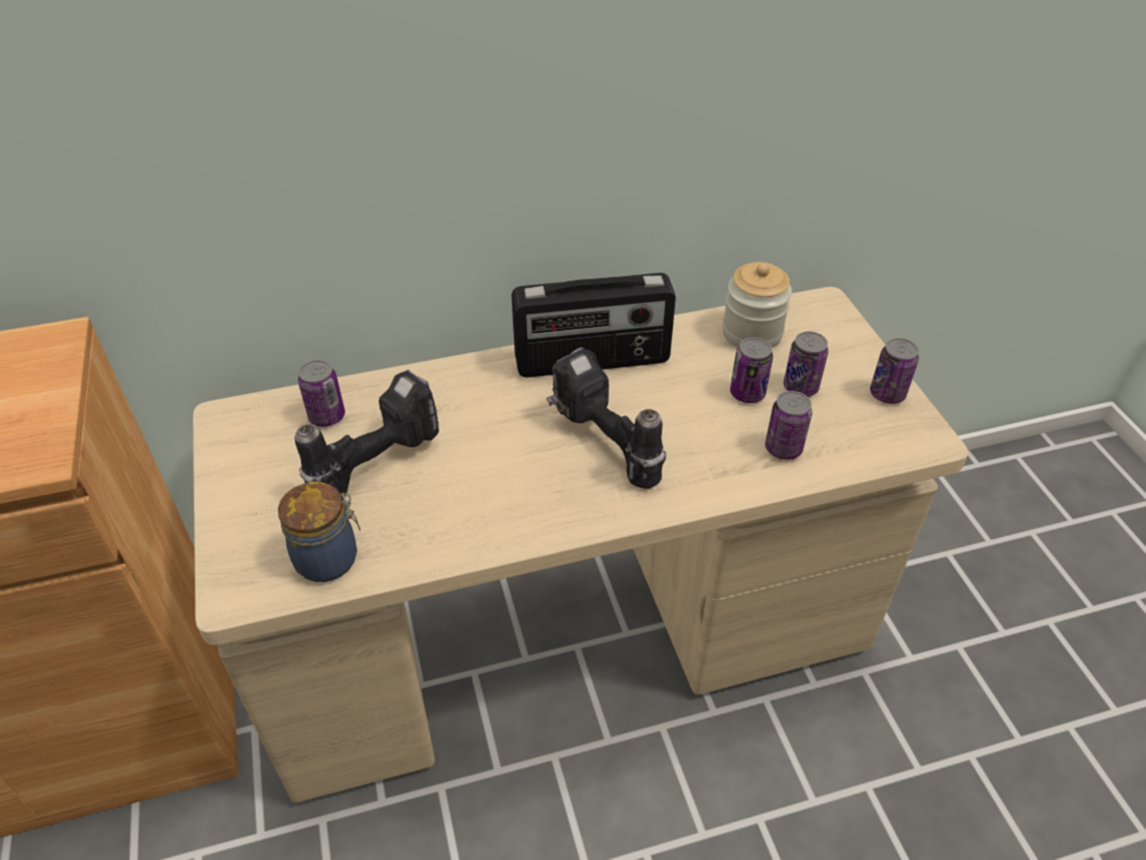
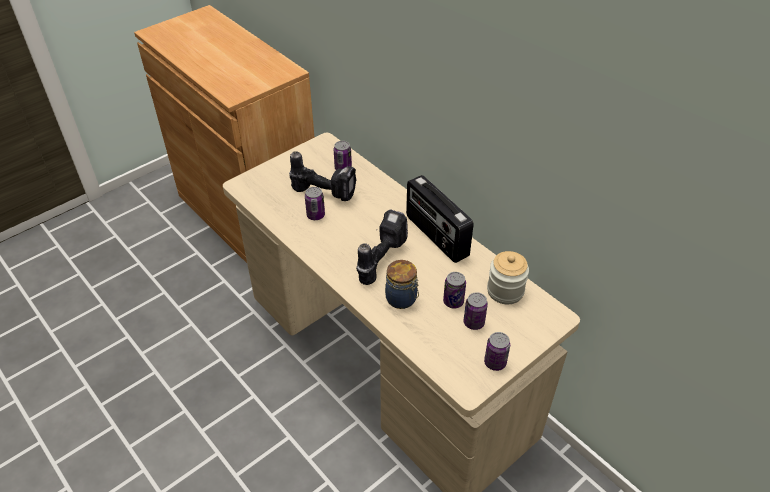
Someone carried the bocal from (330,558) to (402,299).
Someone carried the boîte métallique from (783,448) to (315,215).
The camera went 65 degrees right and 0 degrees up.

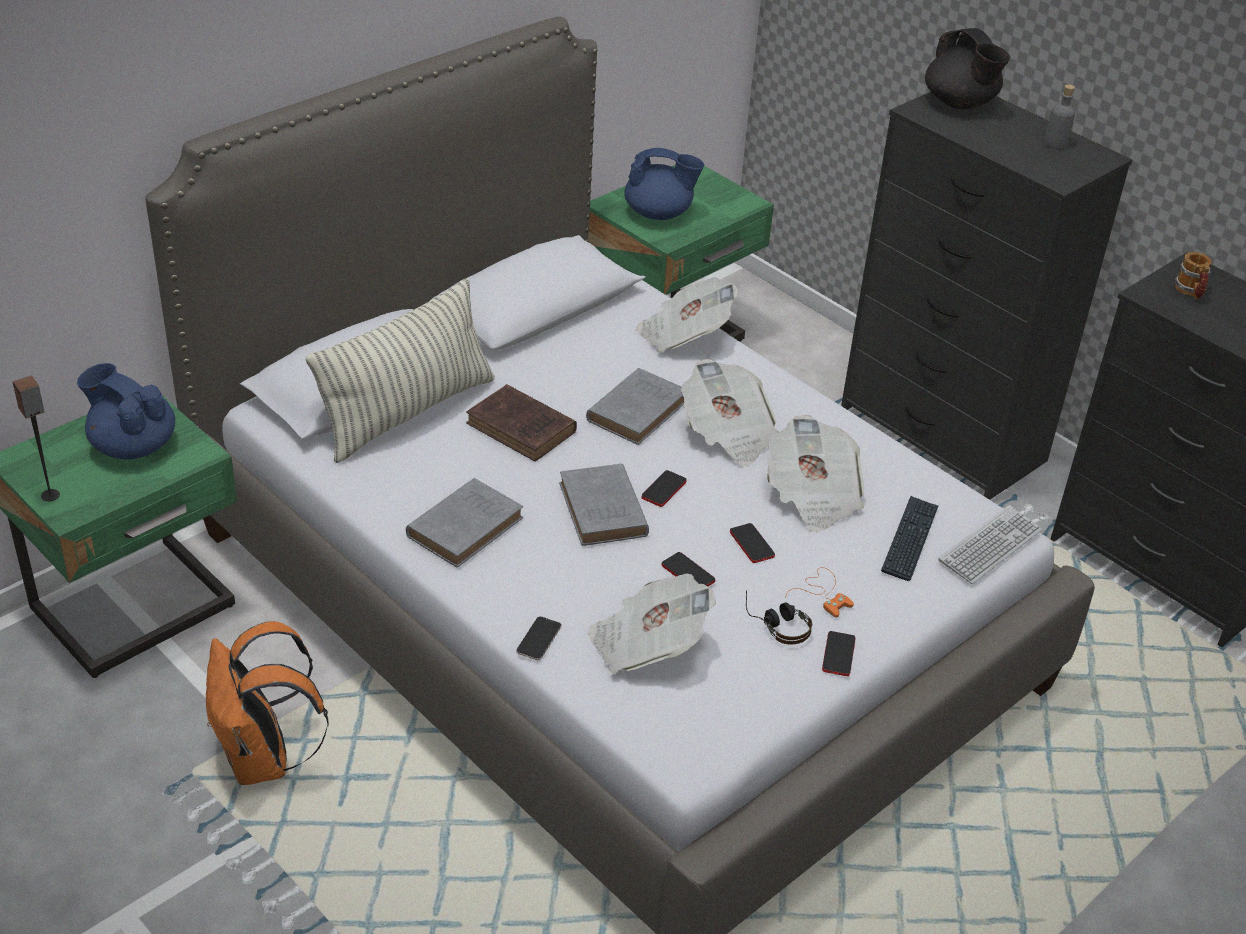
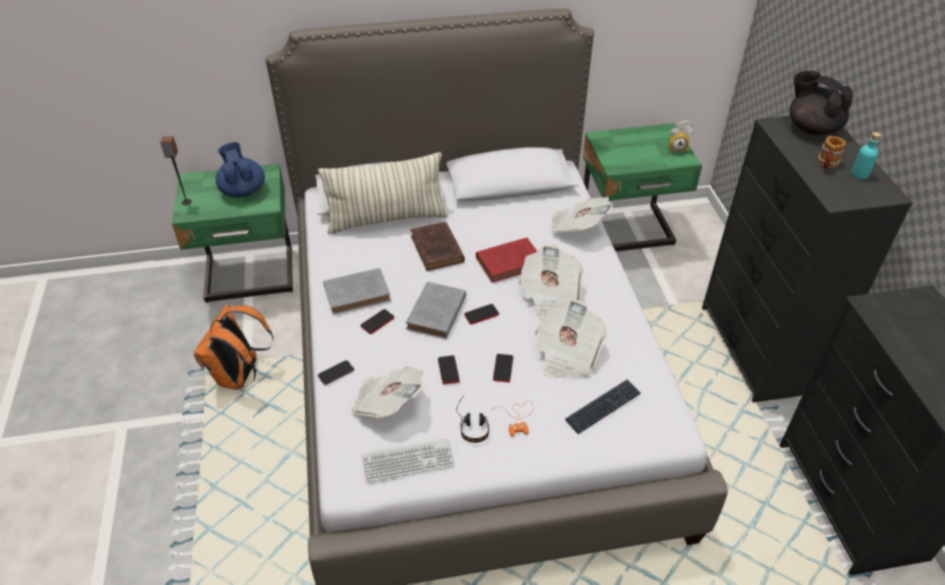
Someone repainted the livre/gris at (638,410), which became the livre/rouge at (511,262).
Someone took away the théière/bleu at (659,213).
Someone carried the téléphone from (838,654) to (377,322).
Someone rotated the théière/noir at (960,103) by 135 degrees clockwise.
Someone carried the clavier from (990,546) to (408,461).
Someone repainted the bouteille/gris at (1055,143), which became the bouteille/turquoise at (859,174).
Someone carried the mug from (1191,292) to (826,164).
Someone put down the réveil at (677,148).
The camera went 35 degrees right and 5 degrees up.

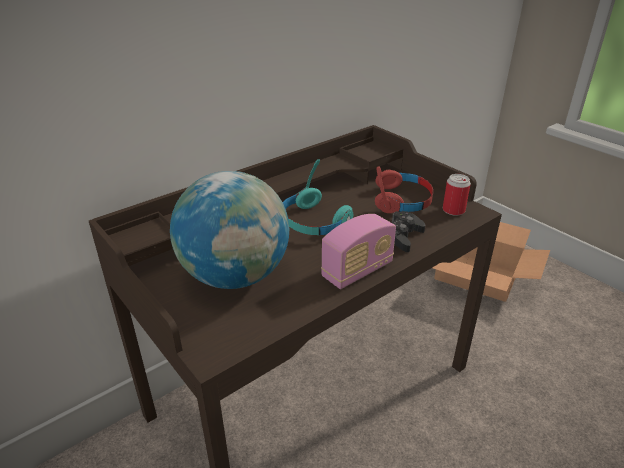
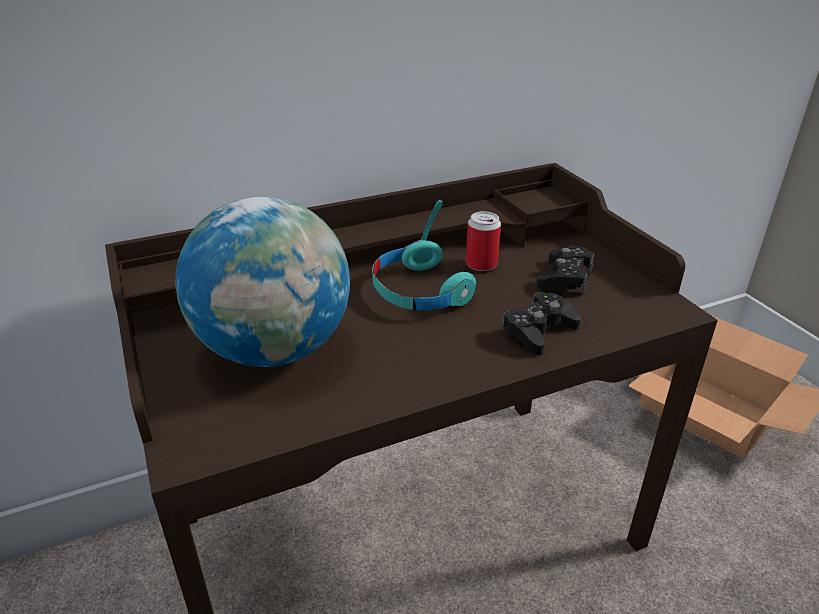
Someone took away the radio at (357,271).
Someone swapped the casque audio/rouge at (402,200) for the manette/noir at (564,278).
Someone carried the boîte métallique from (453,210) to (481,264).
The camera went 15 degrees right and 0 degrees up.

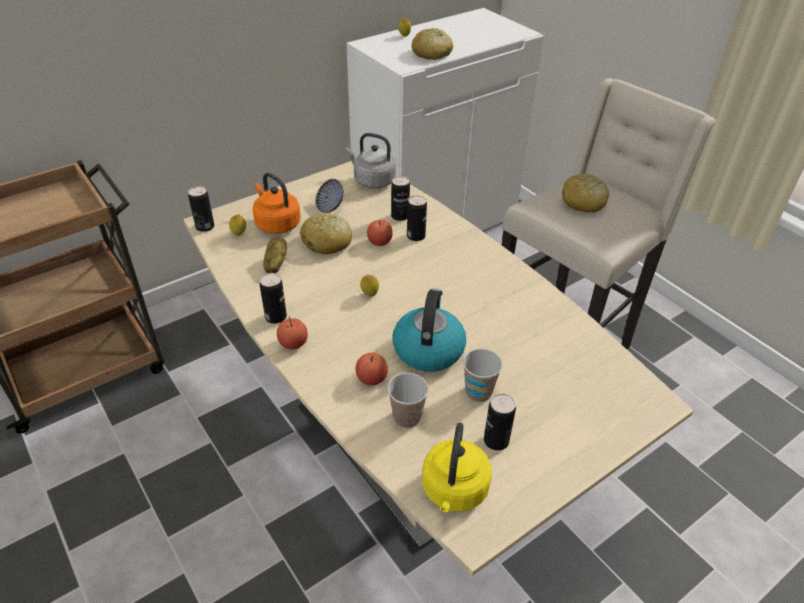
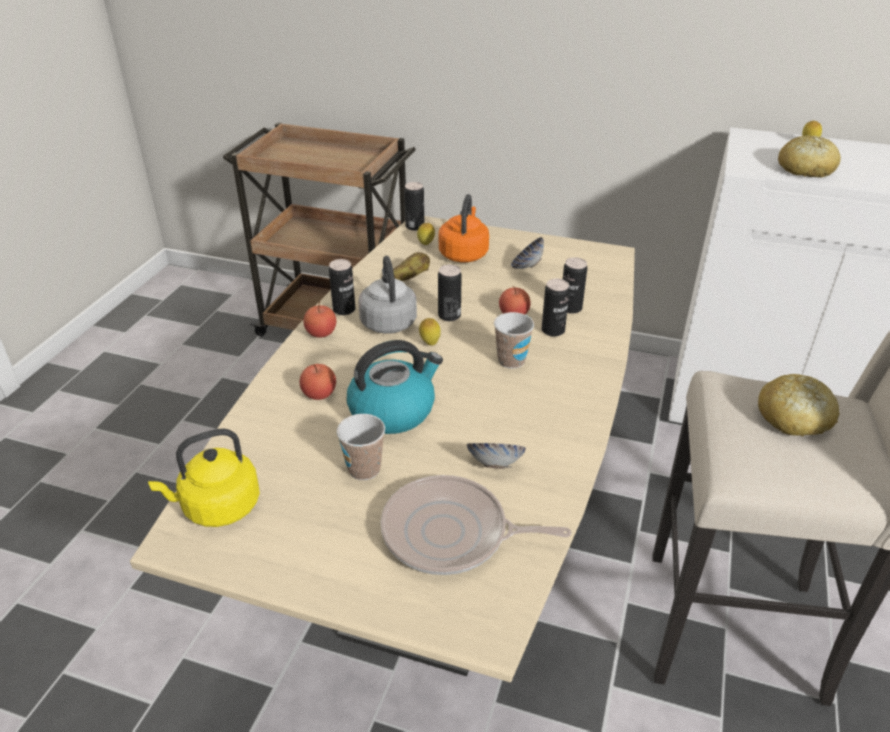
Someone took away the pain at (327,242).
Someone carried the bouilloire/gris from (372,181) to (388,321).
Someone carried the tasse from (407,417) to (511,360).
Someone carried the boîte métallique from (496,440) to (449,315).
Someone put down the poêle at (451,534).
Someone put down the bol at (495,464).
The camera went 55 degrees right and 5 degrees down.

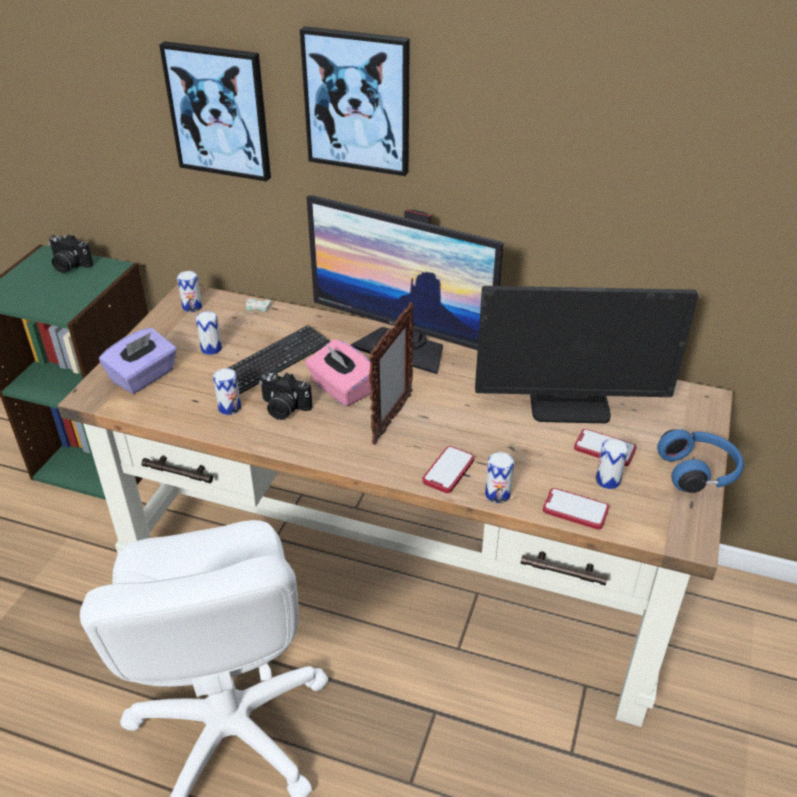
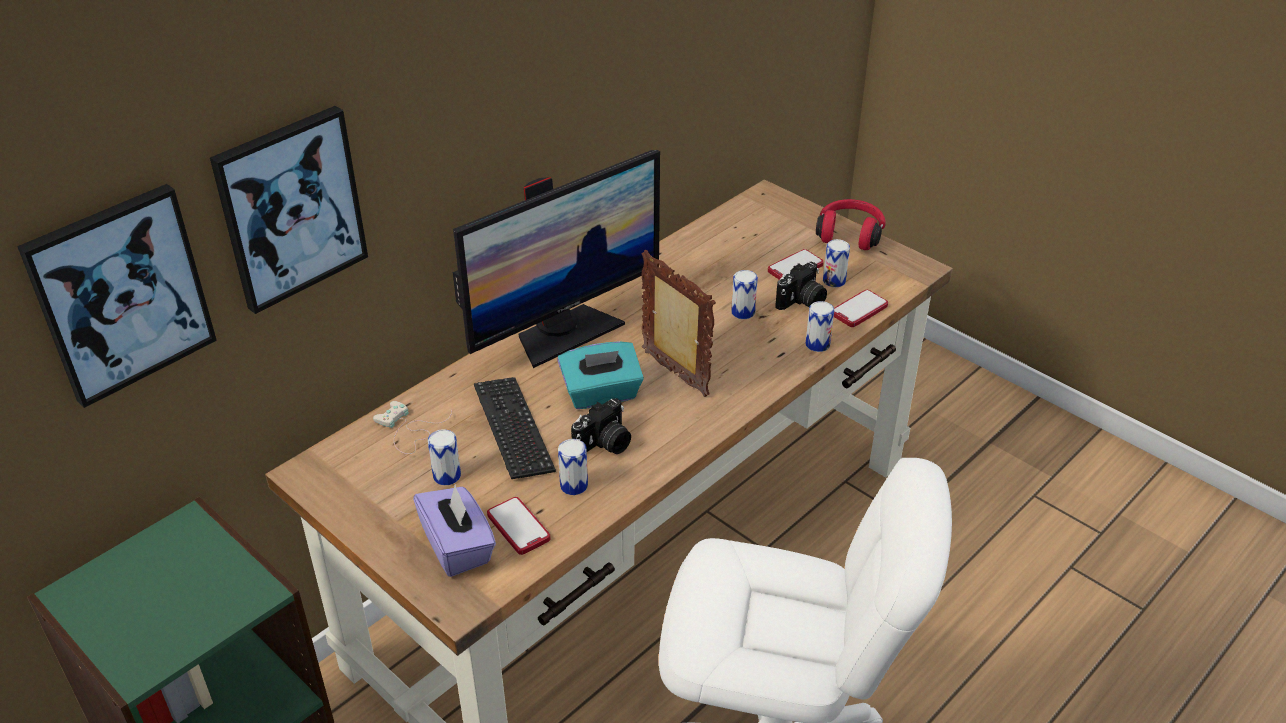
Someone carried the appareil photo from (69,266) to (802,302).
Someone carried the boîte métallique from (192,307) to (743,312).
Someone carried the tableau from (358,101) to (121,293).
Someone repainted the boîte à mouchoirs/rose at (341,389), which became the boîte à mouchoirs/turquoise at (601,394).
Someone carried the téléphone from (448,471) to (518,527).
Someone took away the écran d'ordinateur at (569,406).
Someone repainted the casque audio/bleu at (699,472), which became the casque audio/rouge at (850,234).
The camera went 65 degrees left and 0 degrees up.

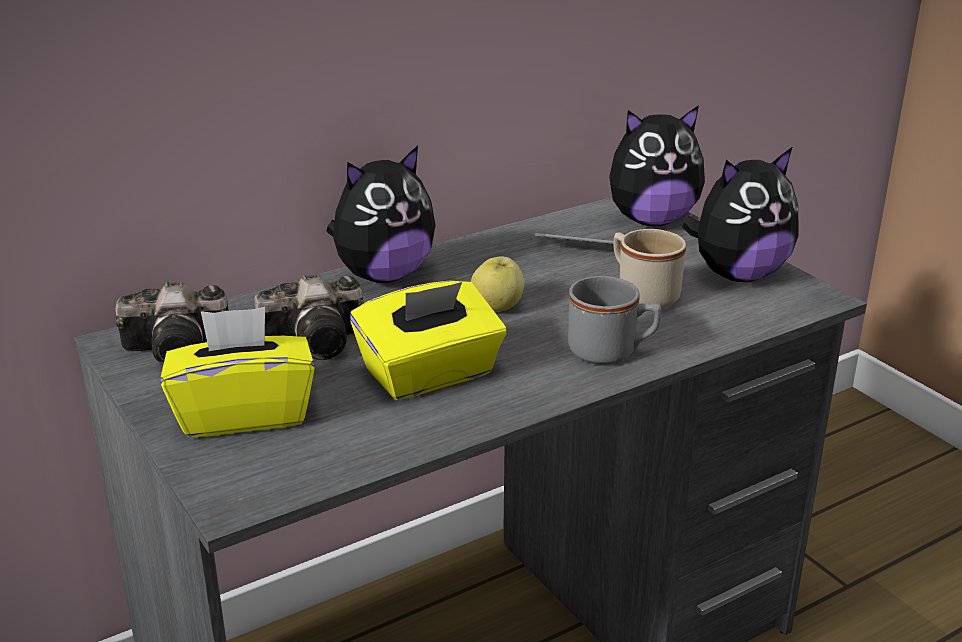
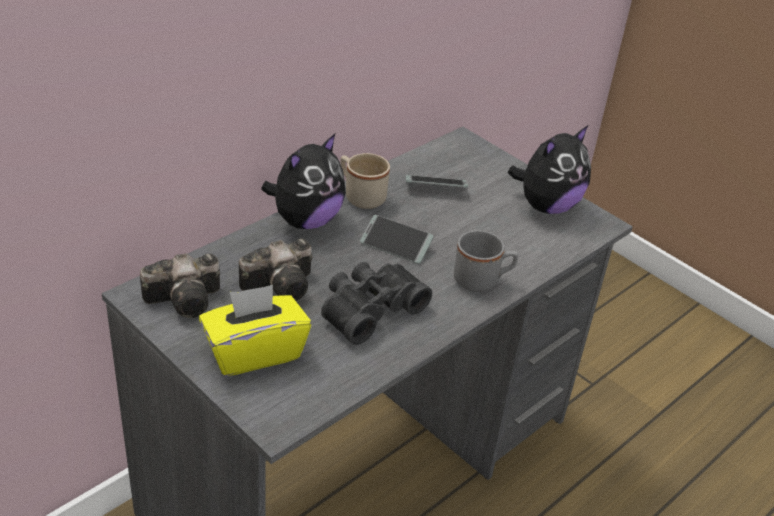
Someone swapped the boîte à mouchoirs/jaune at (430,375) for the jumelles/noir at (369,309).
Someone swapped the pomme at (498,307) for the téléphone at (395,245).
Someone took away the peluche at (651,220).
Someone carried the mug/beige from (642,294) to (360,196).
The camera went 15 degrees left and 10 degrees up.

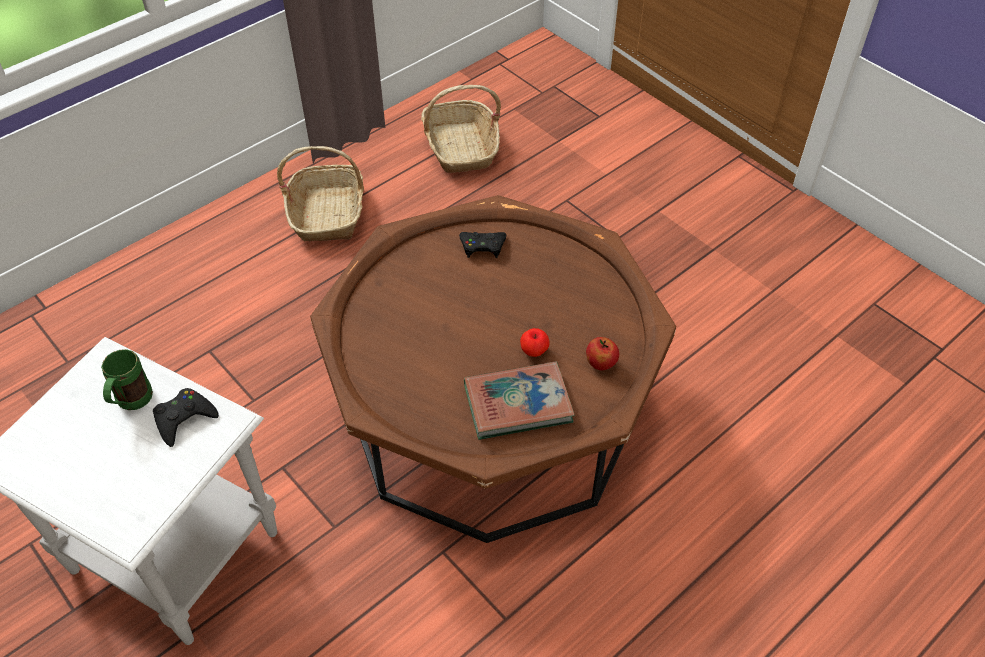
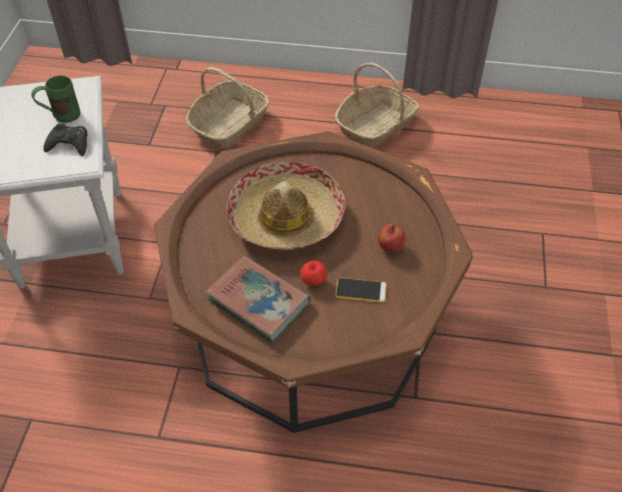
Someone carried the panier from (461,147) to (229,124).
Someone took away the manette/noir at (482,246).
Someone carried the pomme from (601,364) to (390,247).
Someone put down the chapeau at (286,217).
Someone put down the téléphone at (361,290).
The camera went 50 degrees right and 0 degrees up.

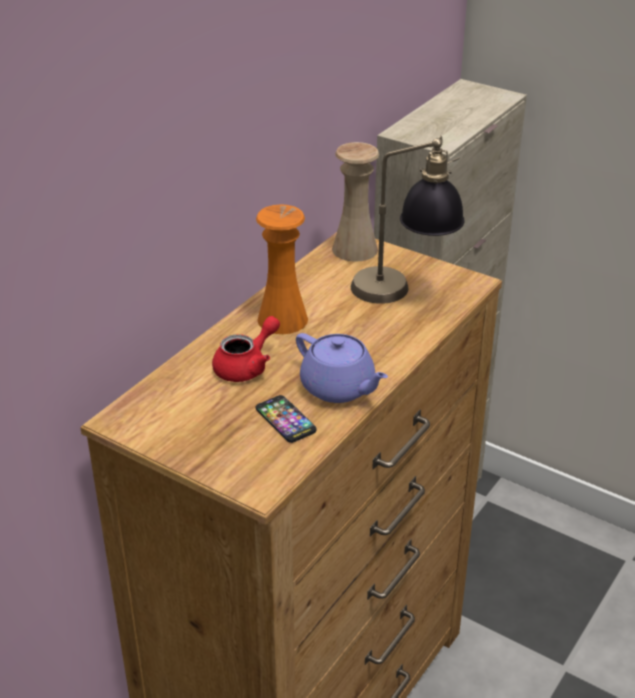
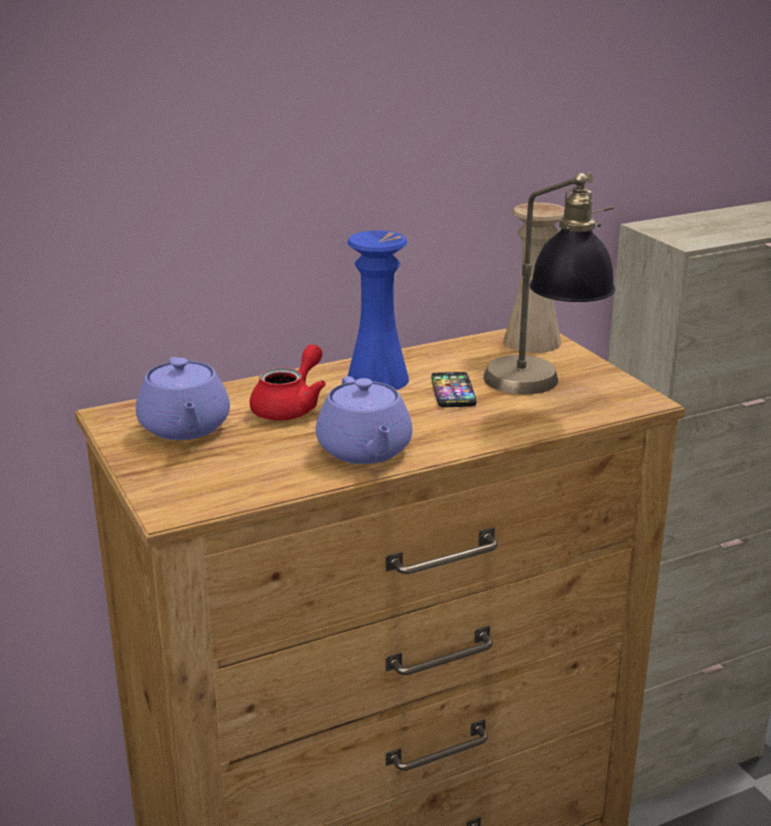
Someone rotated the théière/rouge at (247,366) by 45 degrees counterclockwise.
Someone repainted the vase/orange at (282,319), which became the vase/bleu at (377,379).
Someone carried the téléphone from (285,420) to (453,391).
Someone put down the théière/violet at (184,428).
The camera went 30 degrees right and 10 degrees down.

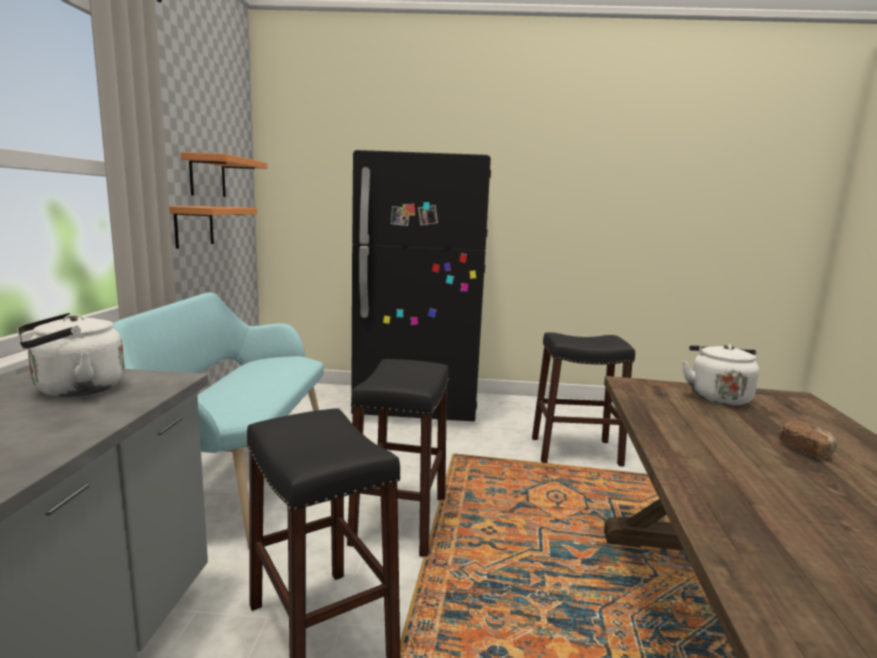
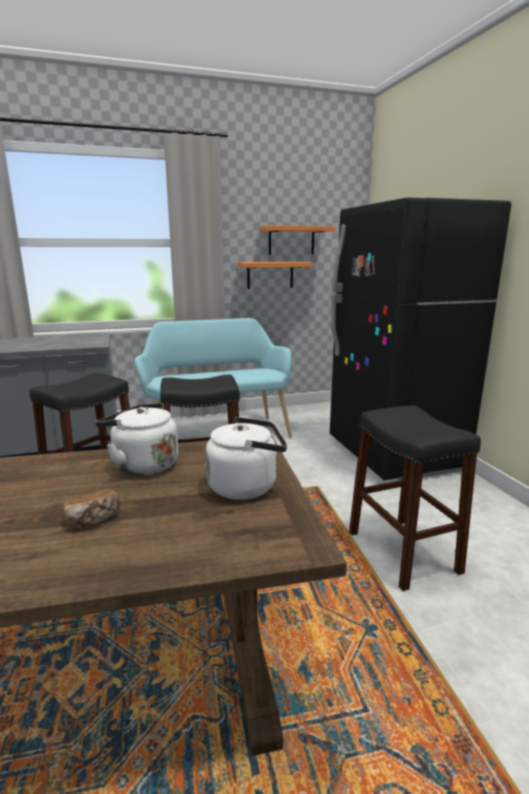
Someone carried the bouilloire/blanc from (74,389) to (142,465).
The camera went 70 degrees right and 5 degrees up.

